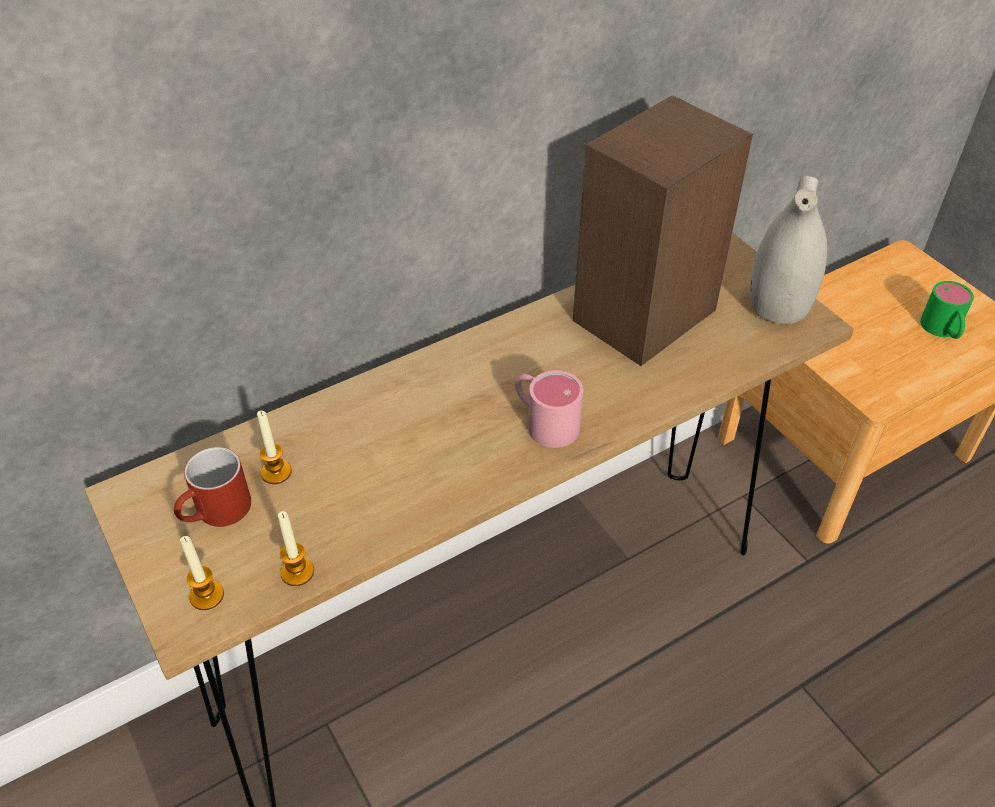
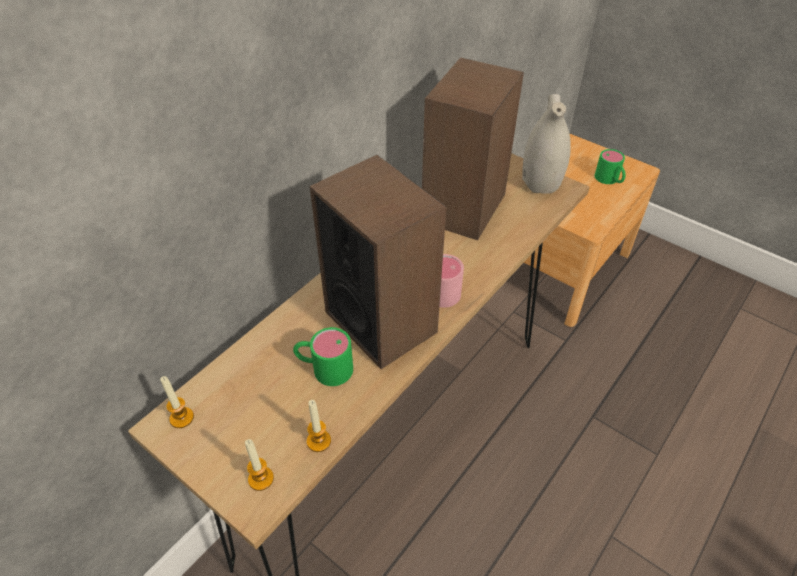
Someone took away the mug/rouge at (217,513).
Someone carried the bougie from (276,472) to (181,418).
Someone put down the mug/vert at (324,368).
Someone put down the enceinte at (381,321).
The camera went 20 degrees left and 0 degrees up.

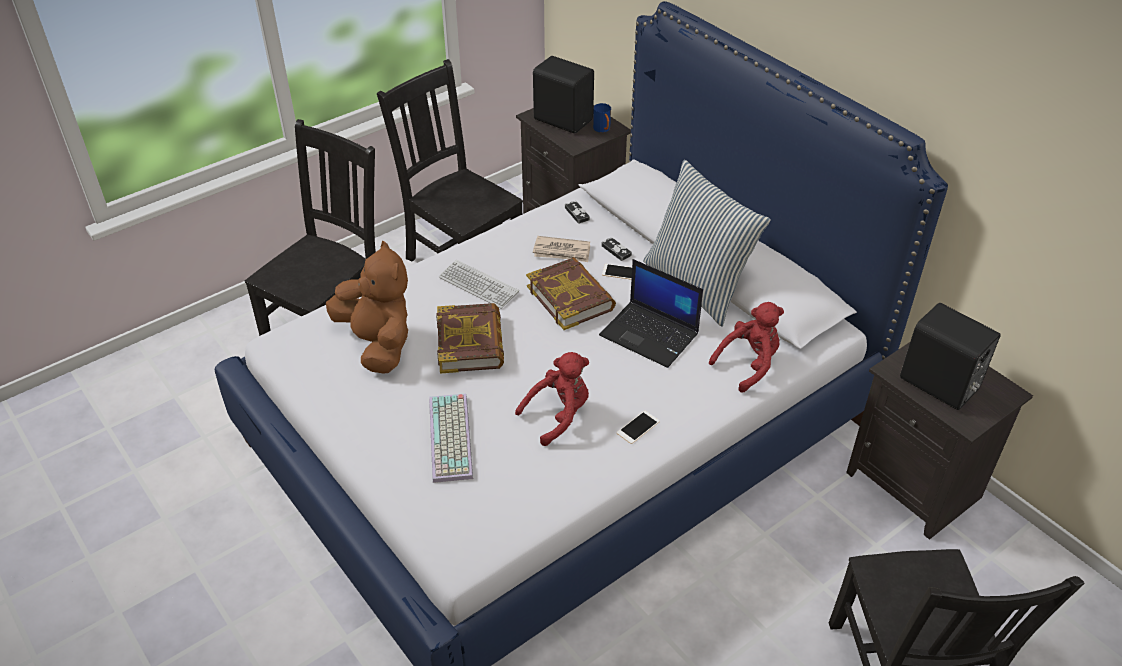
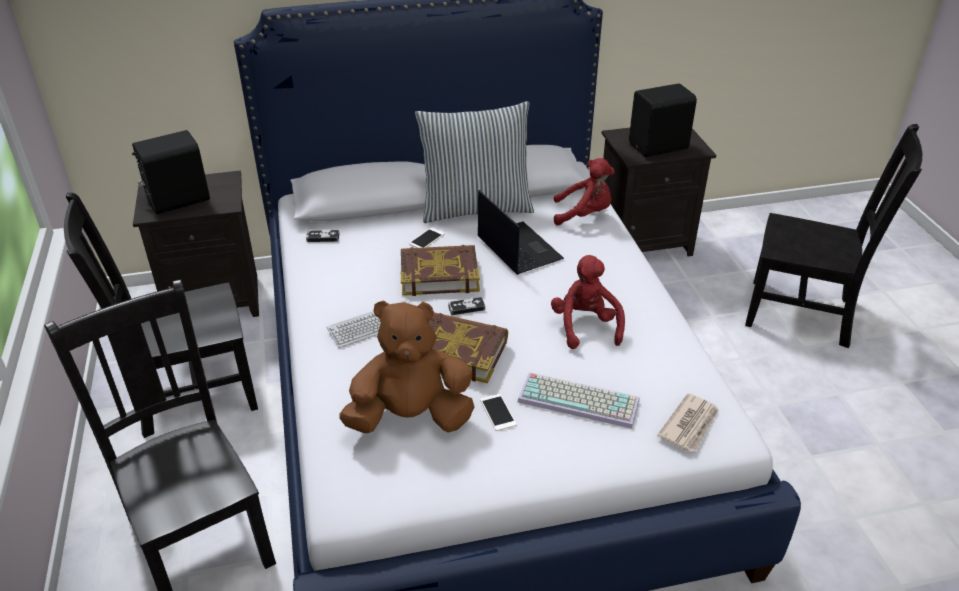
Someone carried the journal from (562,251) to (690,425).
Someone took away the mug/bleu at (603,130).
Someone rotated the ordinateur portable at (650,334) by 90 degrees counterclockwise.
Someone carried the manette from (616,250) to (466,308).
Someone carried the téléphone from (638,427) to (498,412).
Someone rotated the peluche/rouge at (749,364) by 105 degrees clockwise.
The camera went 65 degrees left and 5 degrees down.

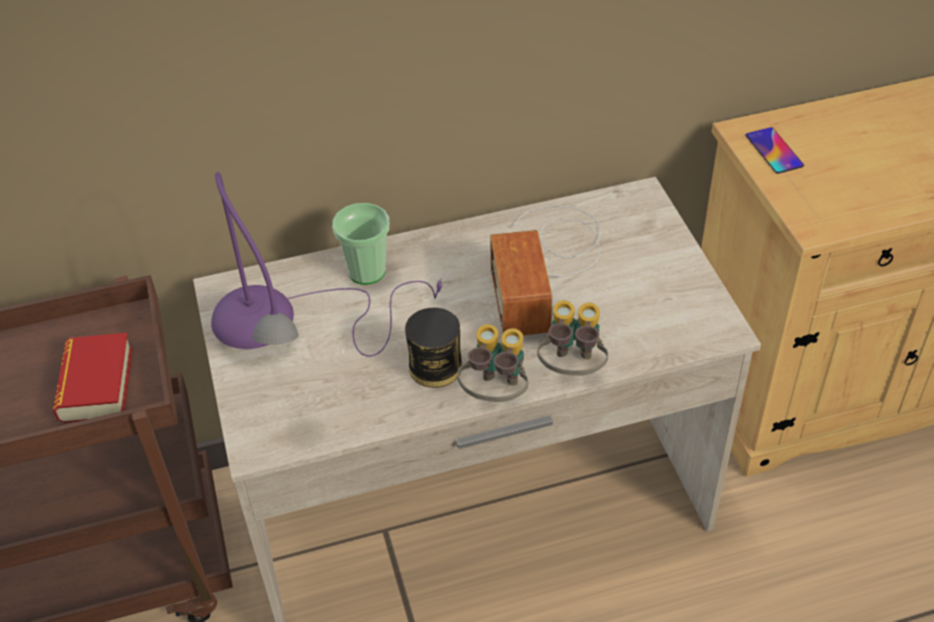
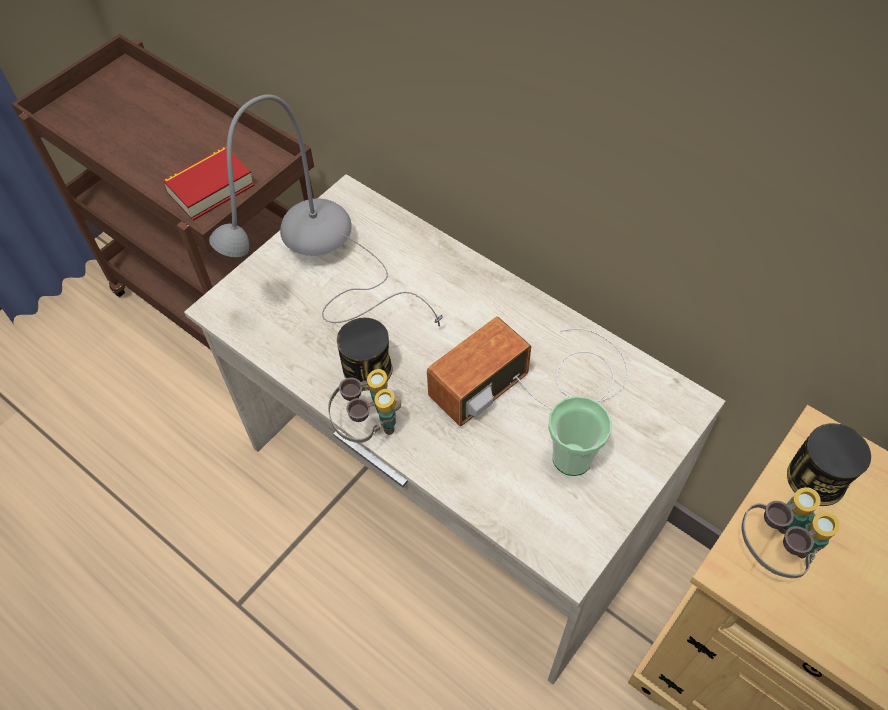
Someone repainted the lampe de table/violet at (300,348), which became the lampe de table/gris at (325,275).
Someone carried the tasse from (367,271) to (572,458).
Someone carried the jumelles from (572,369) to (775,550).
Someone swapped the téléphone at (774,151) for the boîte métallique at (816,479).
The camera went 55 degrees right and 10 degrees up.

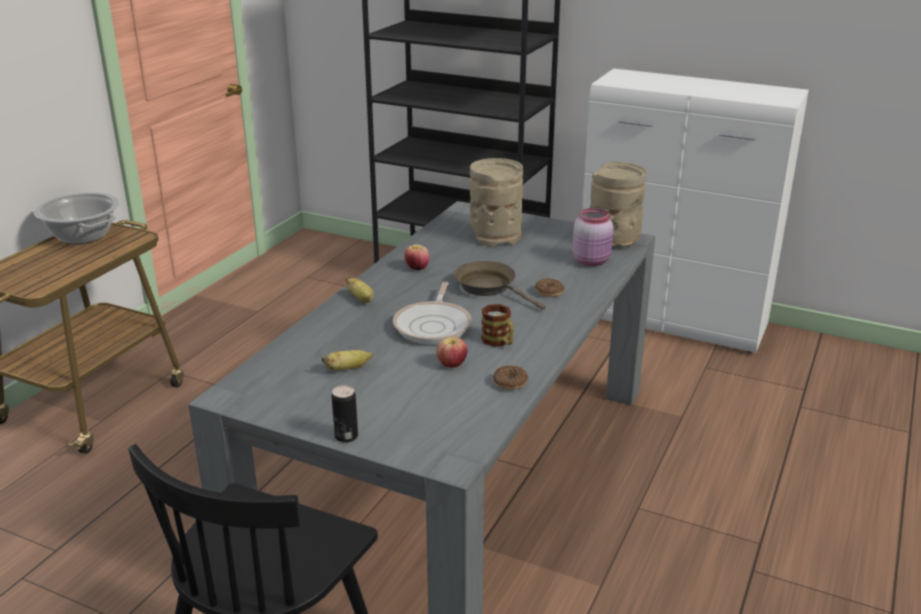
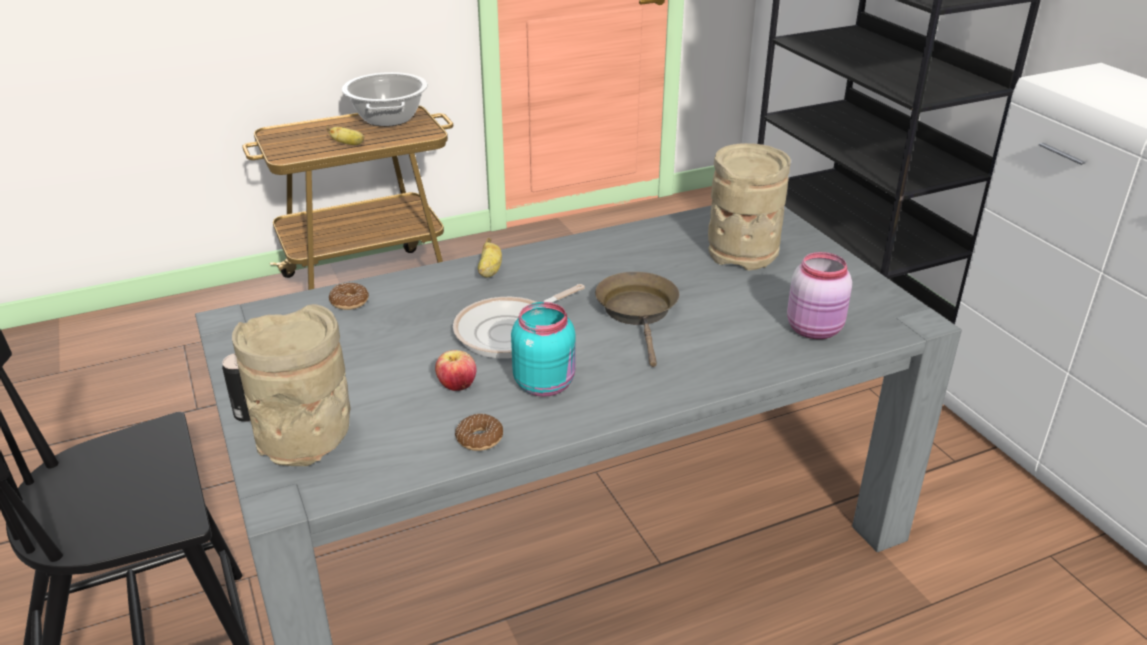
Someone carried the banane from (348,369) to (349,144).
Someone took away the pomme at (417,268).
Someone swapped the mug at (499,342) for the bocal/turquoise at (545,383).
Someone carried the beignet from (549,292) to (349,302).
Someone carried the vase/beige from (614,241) to (306,444).
The camera went 40 degrees right and 5 degrees up.

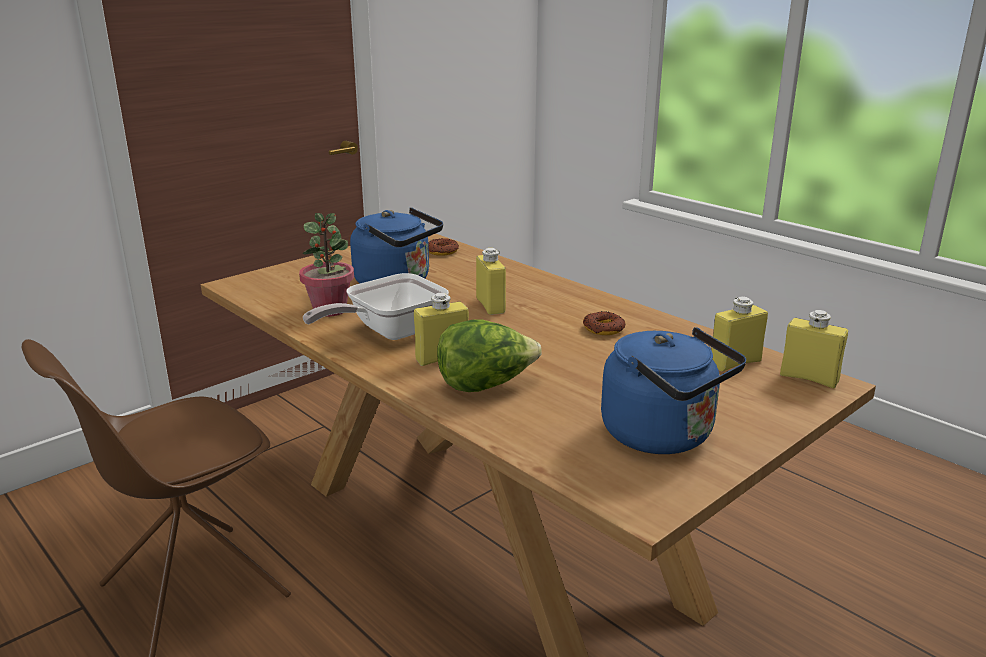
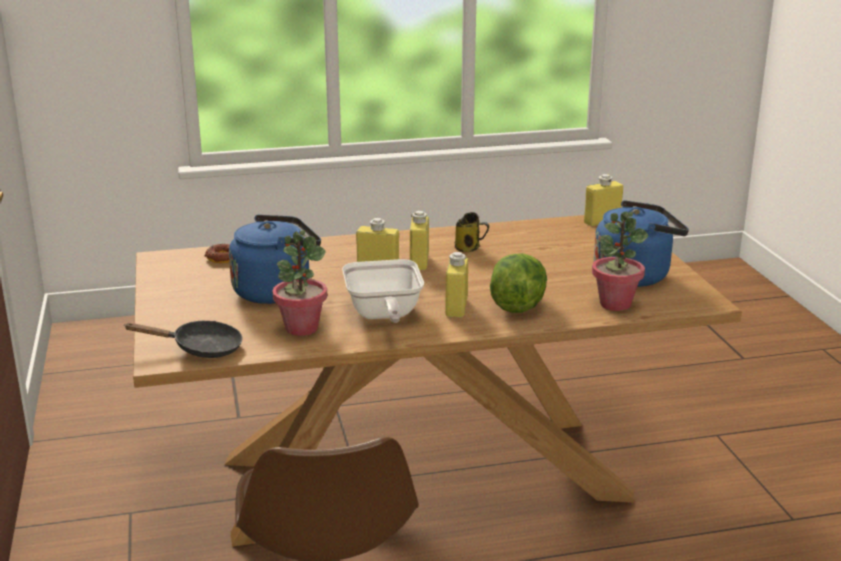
Someone swapped the beignet at (603,329) for the mug at (469,248).
Someone carried the bouteille/jaune from (735,363) to (419,262).
Someone put down the poêle/noir at (200,348).
Someone put down the plante en pot at (615,304).
The camera went 60 degrees left and 0 degrees up.

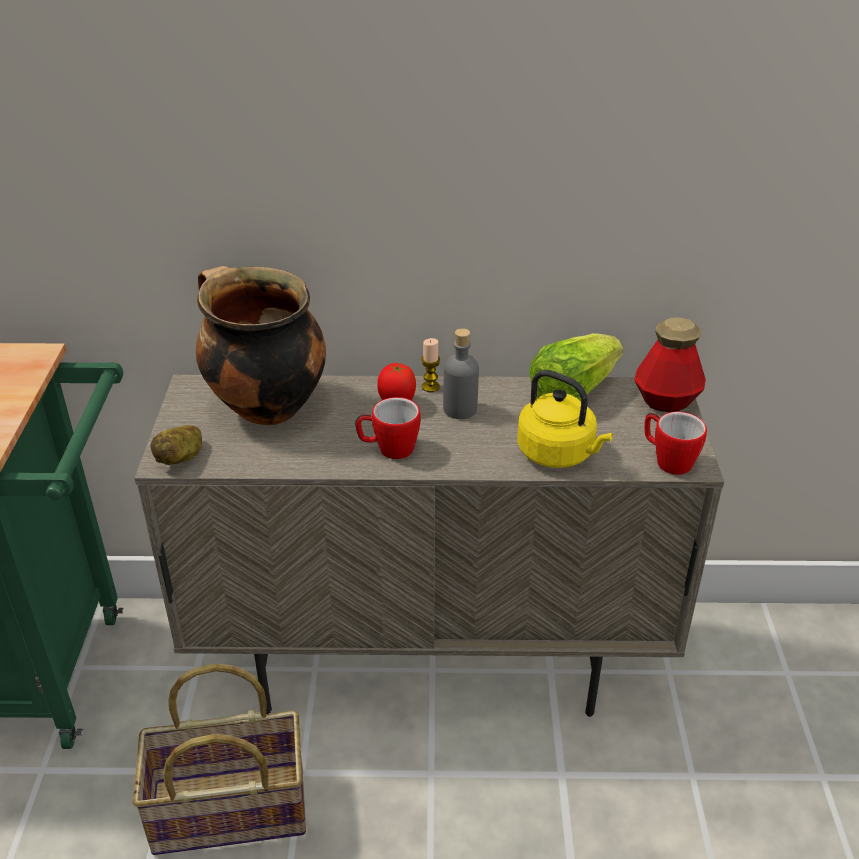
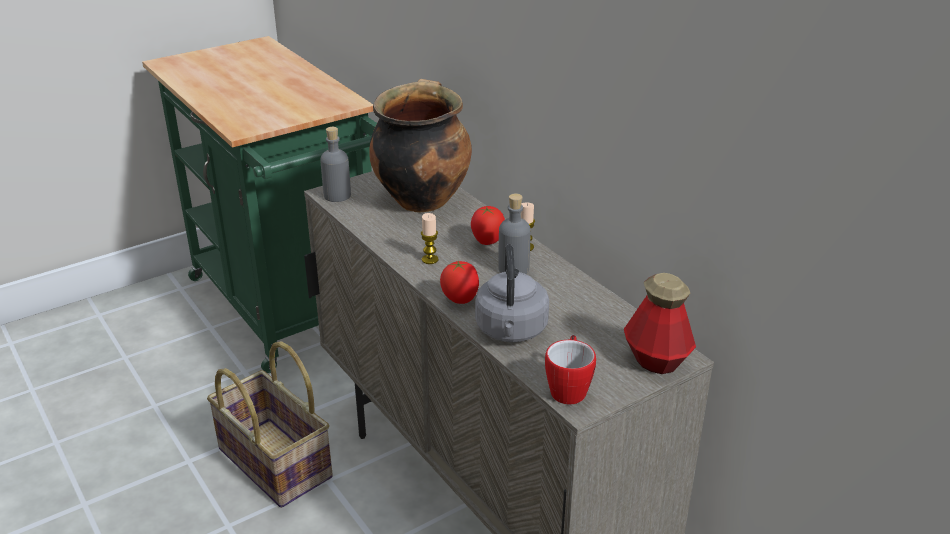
Someone swapped the pomme de terre at (181,458) for the bouteille/gris at (337,195).
Someone swapped the mug at (388,449) for the bougie at (430,259).
Someone repainted the bouilloire/jaune at (559,454), which became the bouilloire/gris at (511,331).
Someone took away the laitue at (572,392).
Someone put down the tomate at (460,300).
The camera went 55 degrees right and 5 degrees down.

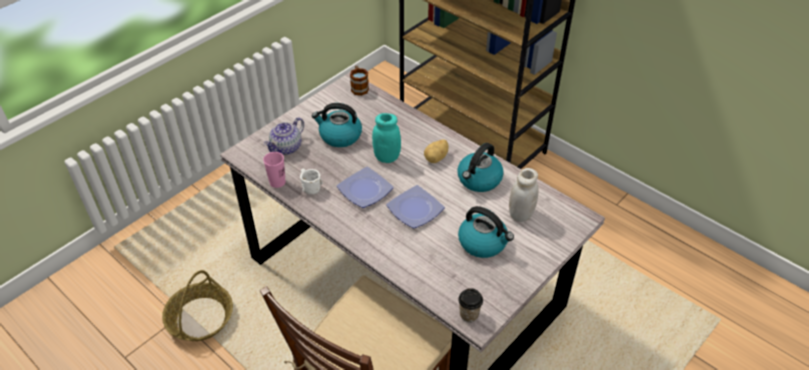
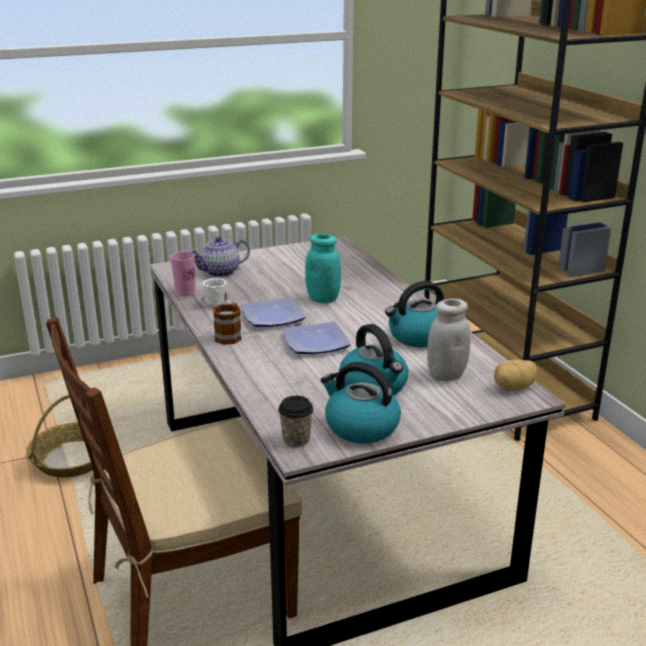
Someone carried the bouilloire from (339,136) to (360,427).
Someone carried the mug from (359,87) to (230,335).
Someone carried the pomme de terre from (436,158) to (514,388).
The camera went 25 degrees right and 20 degrees down.

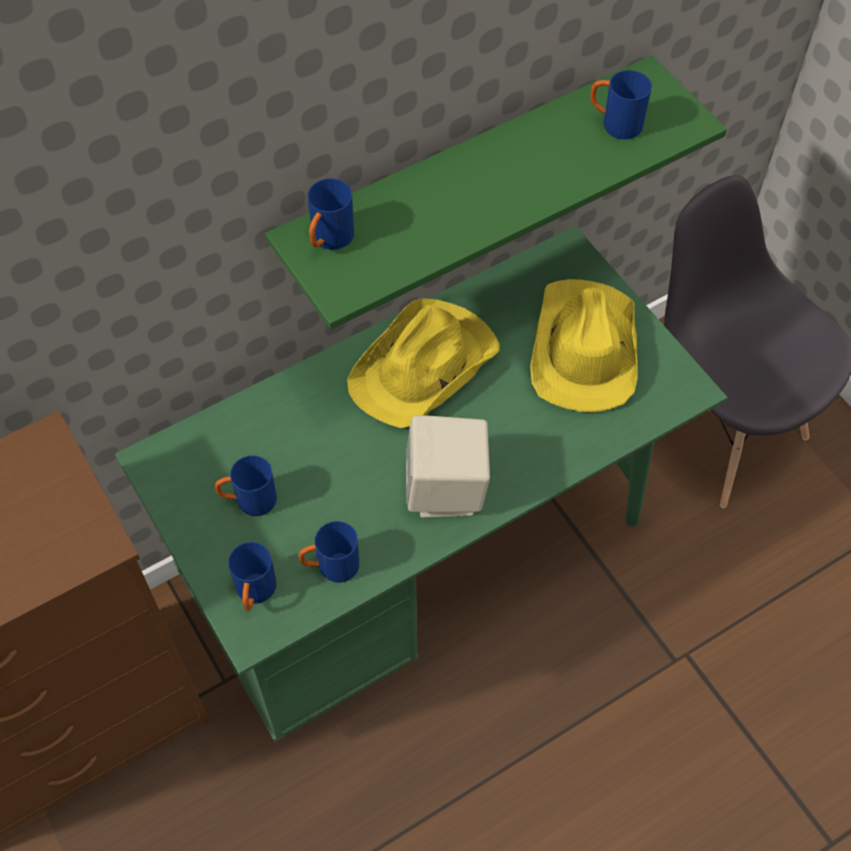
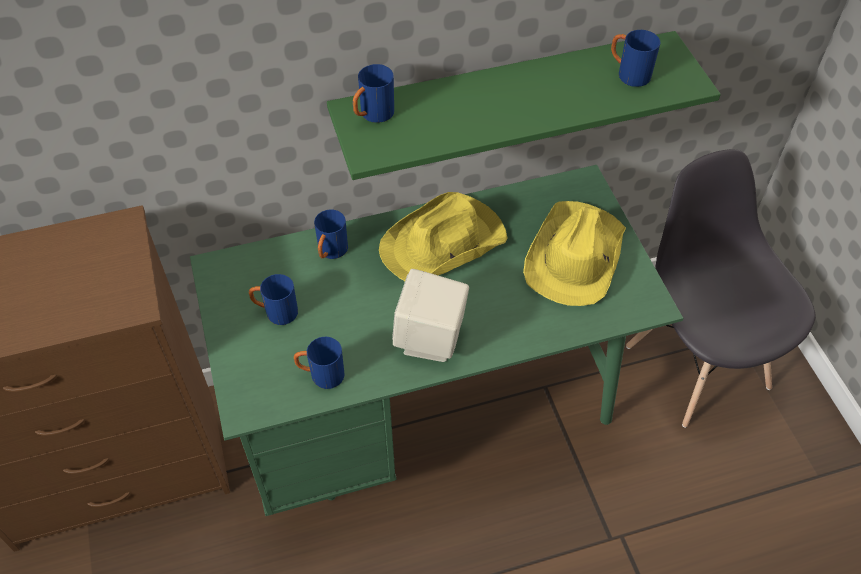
Someone carried the mug/bleu from (255,593) to (330,252).
The camera went 15 degrees right and 5 degrees down.

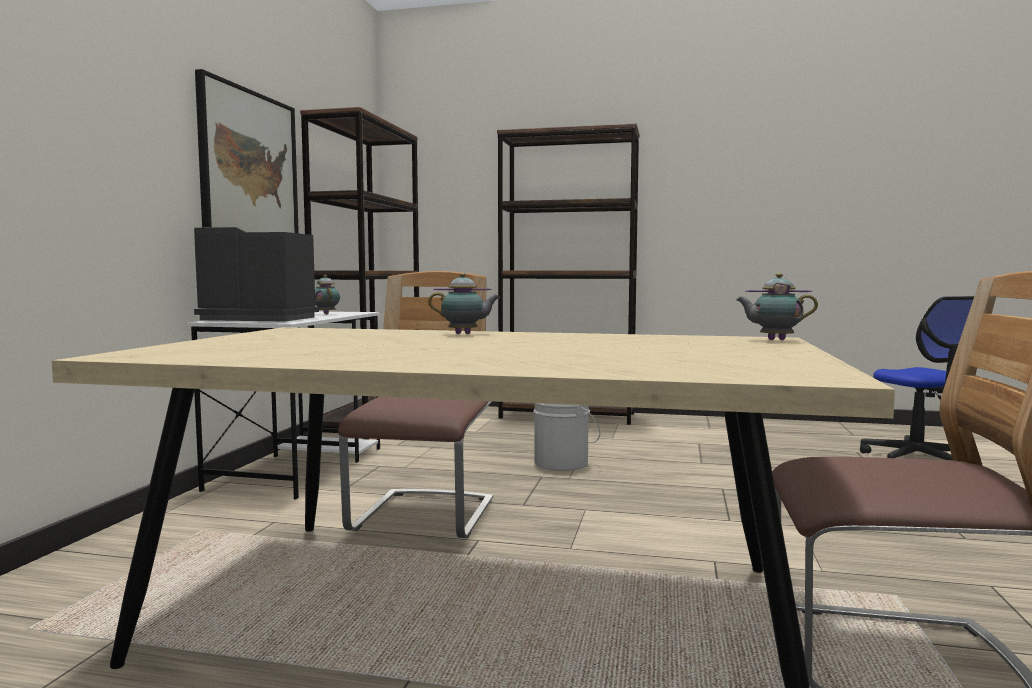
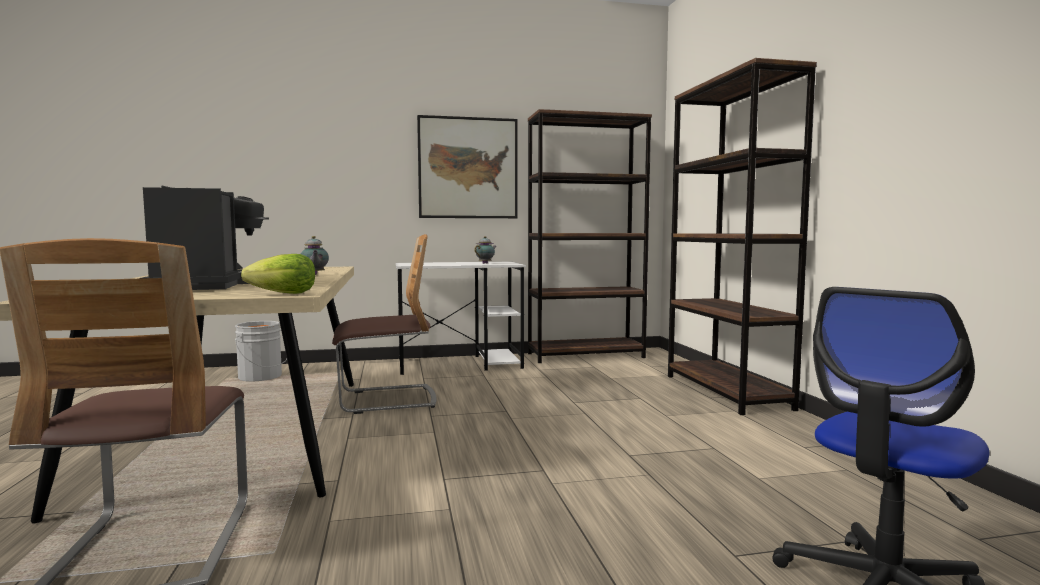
Someone carried the machine à café from (258,319) to (208,286).
Someone carried the seau/gris from (563,463) to (261,377).
Someone swapped the théière at (773,340) for the laitue at (284,294).
The camera went 65 degrees right and 0 degrees up.

